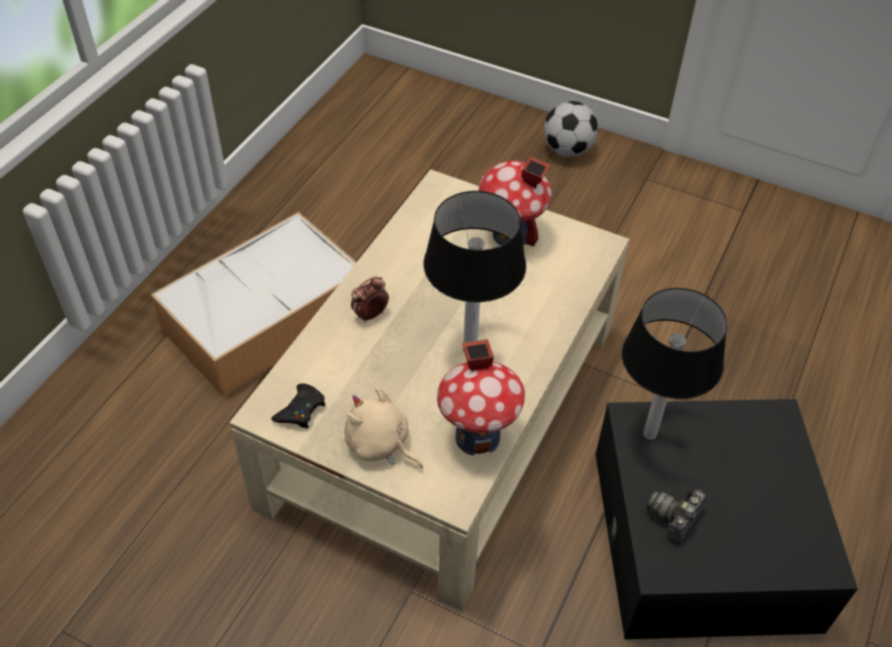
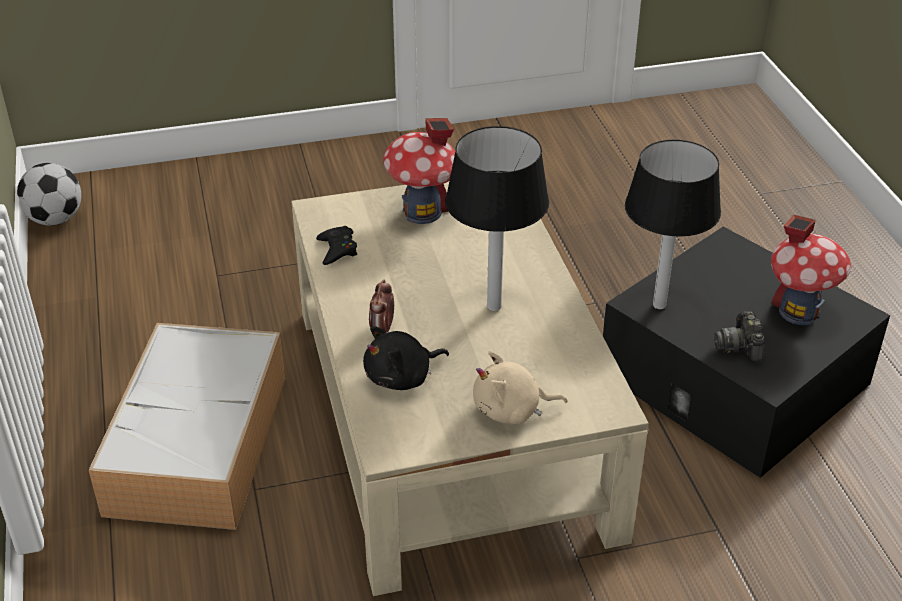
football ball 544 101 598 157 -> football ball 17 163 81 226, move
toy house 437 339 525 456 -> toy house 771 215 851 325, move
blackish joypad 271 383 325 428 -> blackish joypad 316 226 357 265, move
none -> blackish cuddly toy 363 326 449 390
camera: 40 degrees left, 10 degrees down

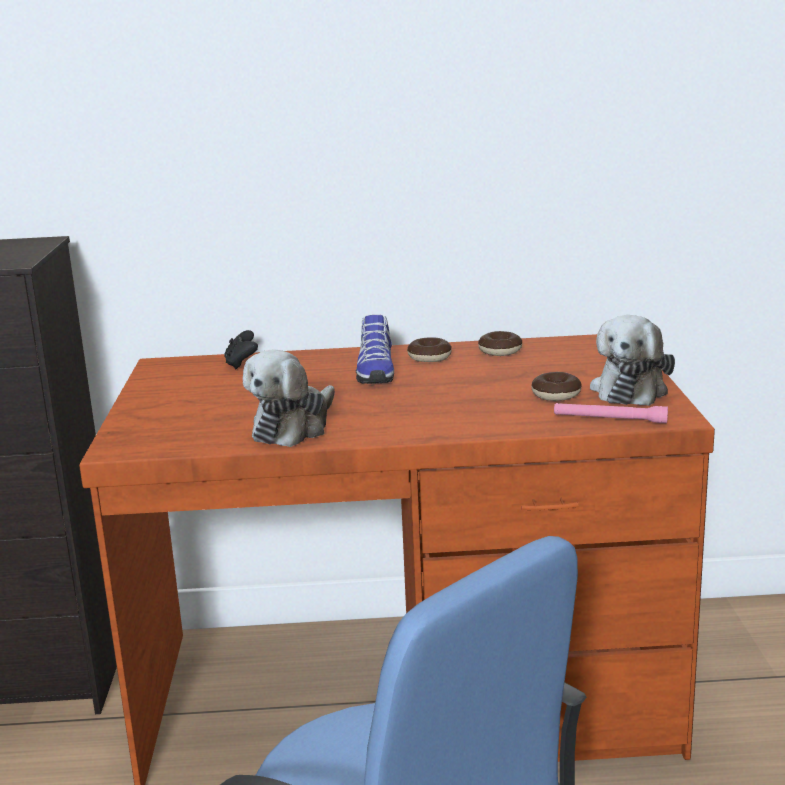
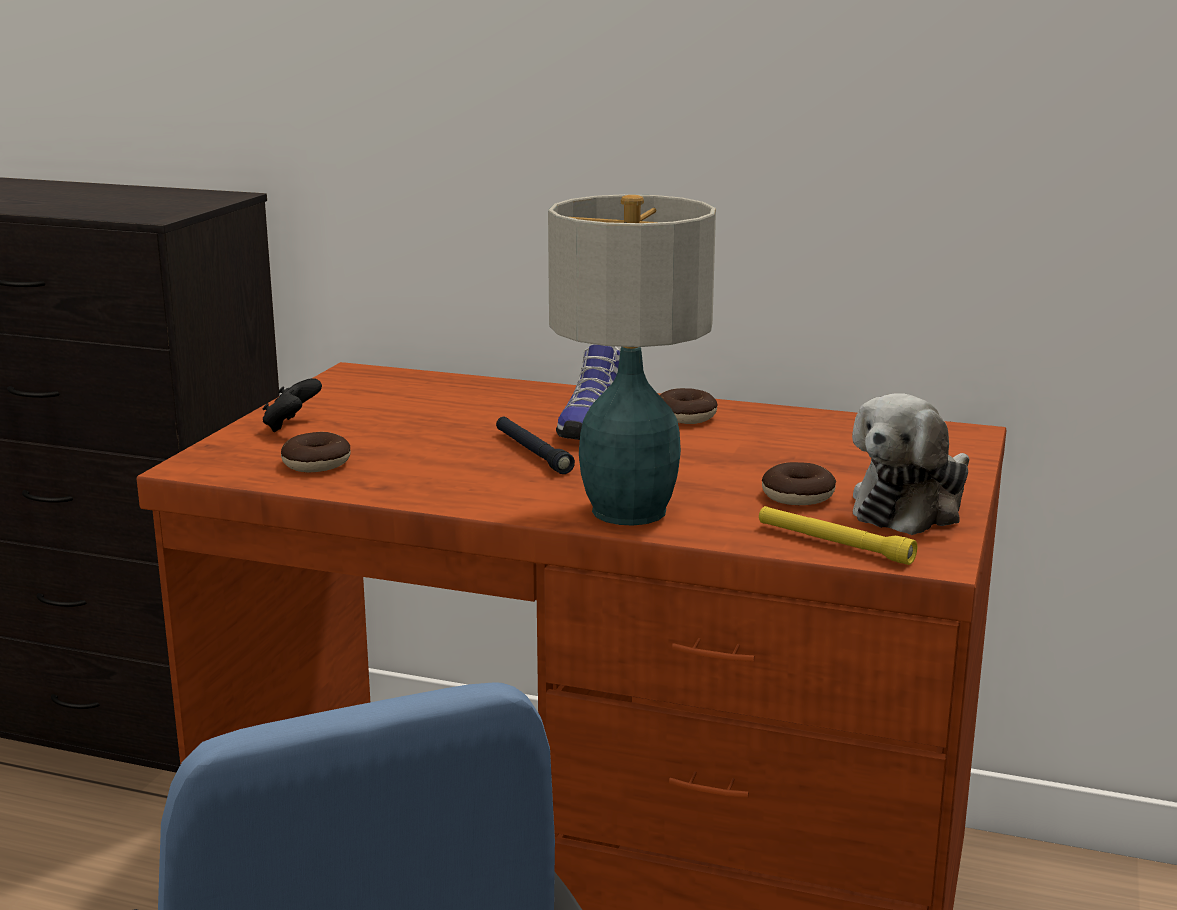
blackish joypad 224 330 258 369 -> blackish joypad 263 378 322 432, move
doughnut 478 331 522 356 -> doughnut 281 432 351 472, move
cuddly toy 243 349 335 447 -> none
pink hand torch 554 403 668 423 -> yellow-coloured hand torch 759 506 917 565
none -> tabletop lamp 548 194 716 526
none -> blackish hand torch 496 417 575 474
camera: 20 degrees right, 0 degrees up

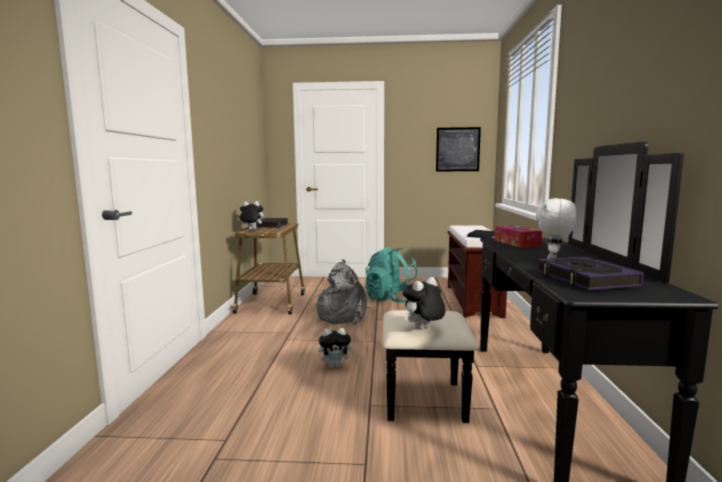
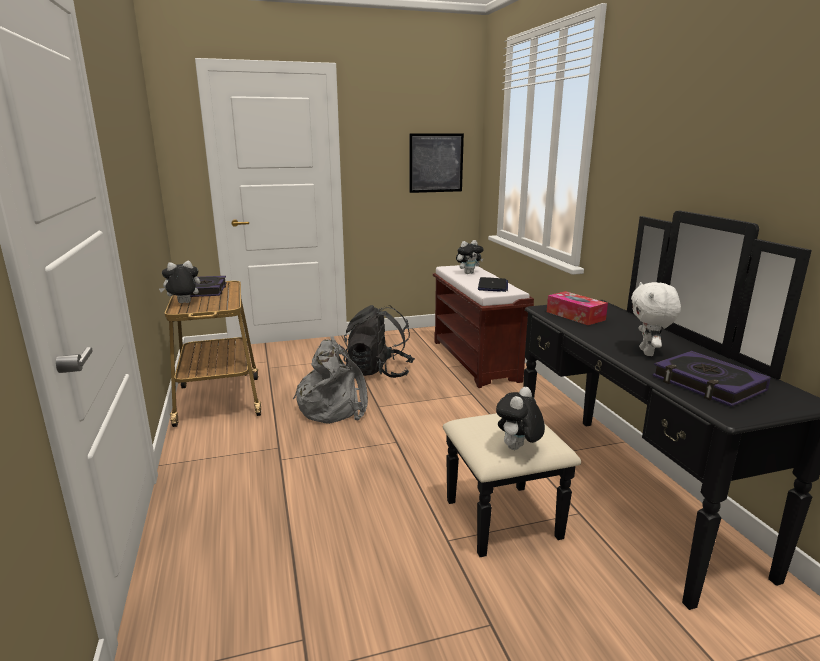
turquoise-coloured rucksack 365 247 417 303 -> blackish rucksack 344 305 415 378
cuddly toy 318 328 355 368 -> cuddly toy 456 240 483 274, move
camera: 20 degrees left, 10 degrees up

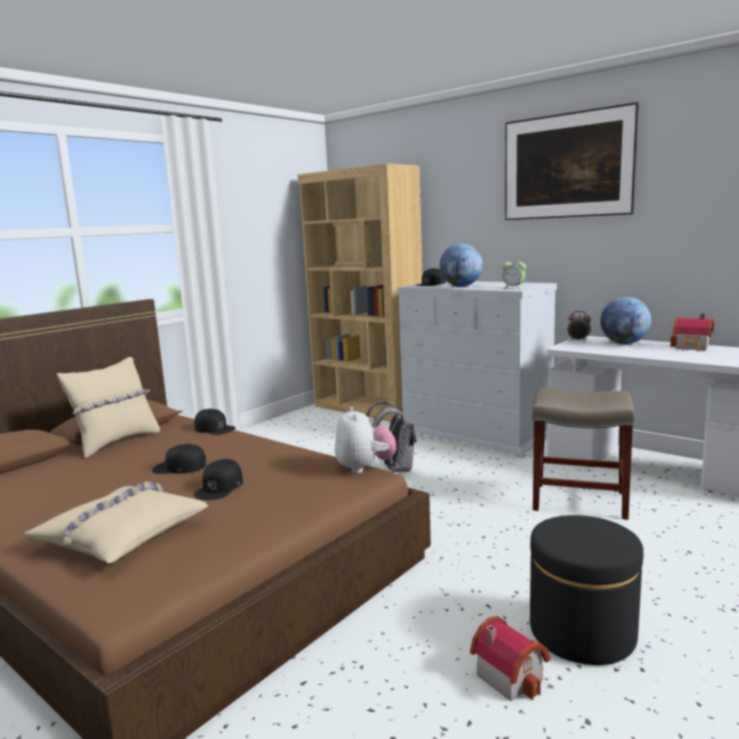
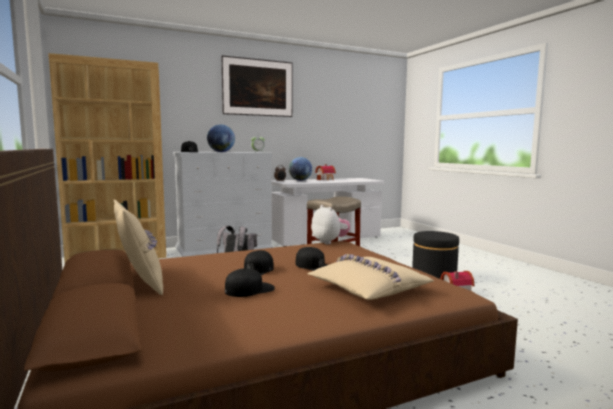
cuddly toy 335 406 397 474 -> cuddly toy 311 205 350 244, 45 degrees clockwise
blackish peaked cap 194 409 236 435 -> blackish peaked cap 225 268 275 297, move
camera: 65 degrees left, 5 degrees down

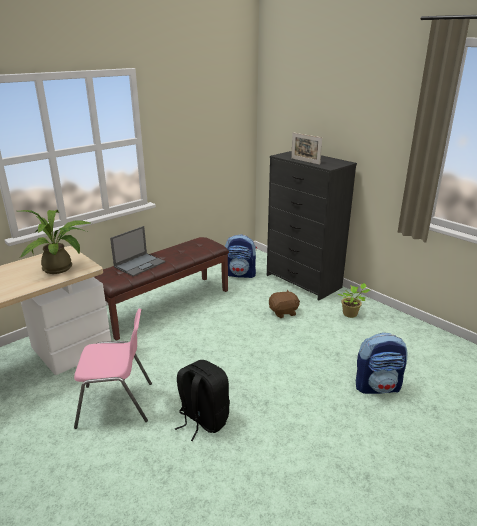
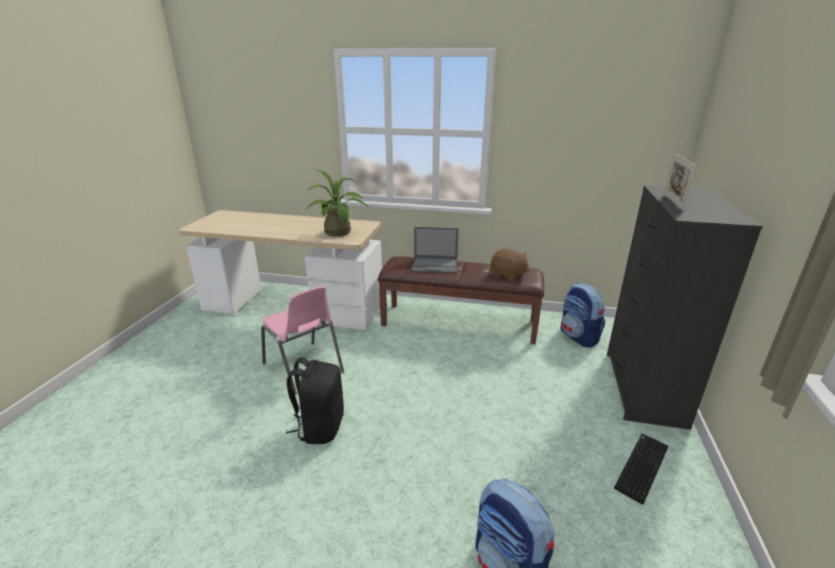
houseplant 337 283 370 318 -> PC keyboard 614 433 669 505
brownish cuddly toy 269 289 300 318 -> brownish cuddly toy 491 249 529 281, move
camera: 55 degrees right, 0 degrees up

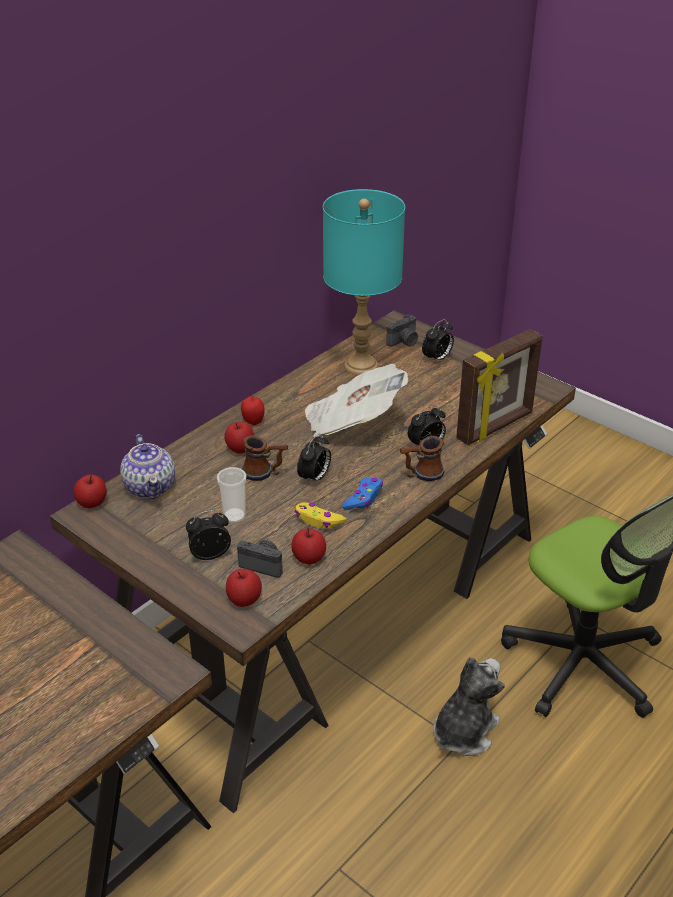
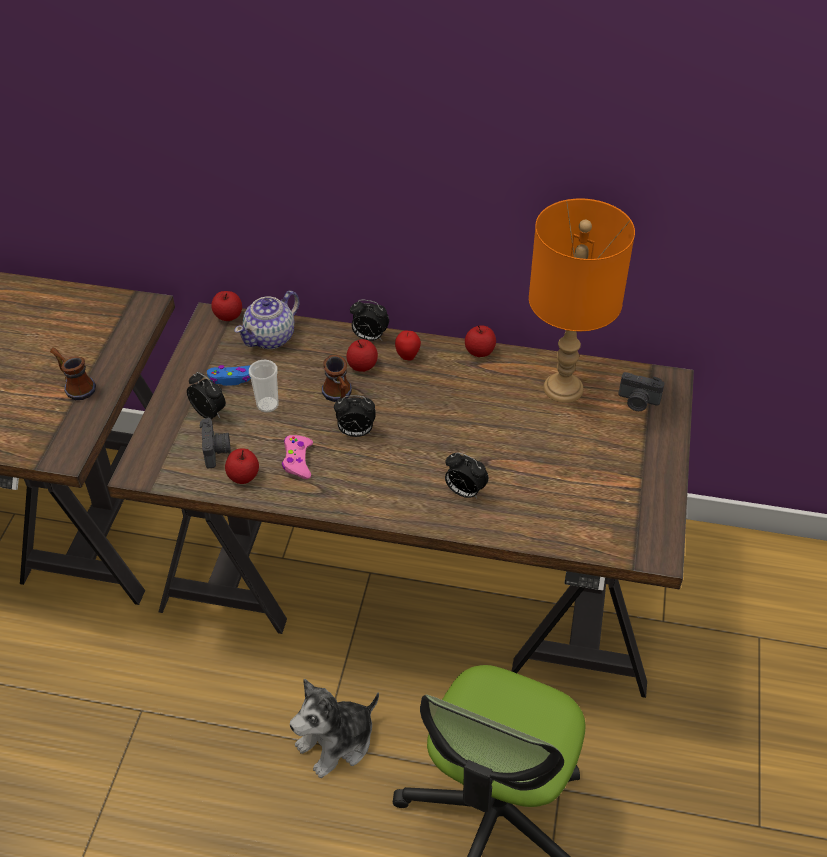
turquoise-coloured tabletop lamp 323 189 405 375 -> orange-coloured tabletop lamp 529 198 635 403
table clock 422 319 454 364 -> table clock 350 300 389 341, move
photo frame 456 329 543 445 -> none
daily paper 305 364 408 437 -> none
mug 400 436 445 481 -> mug 50 347 96 400, move
blue-coloured joypad 342 477 383 510 -> blue-coloured joypad 207 365 251 386, move
yellow-coloured joypad 295 502 346 529 -> pink joypad 282 435 313 479
apple fruit 226 569 262 607 -> apple fruit 465 325 496 357, move
cuddly toy 433 657 505 756 -> cuddly toy 290 679 379 778, 135 degrees clockwise
camera: 60 degrees right, 10 degrees up

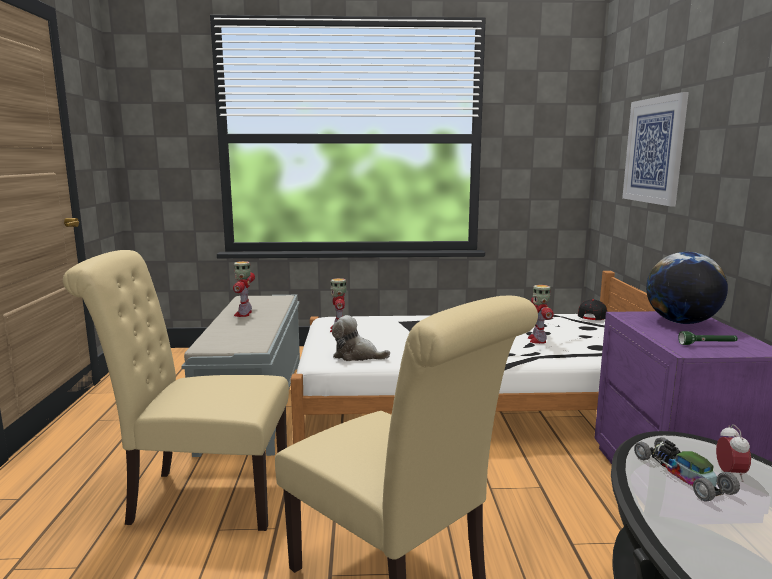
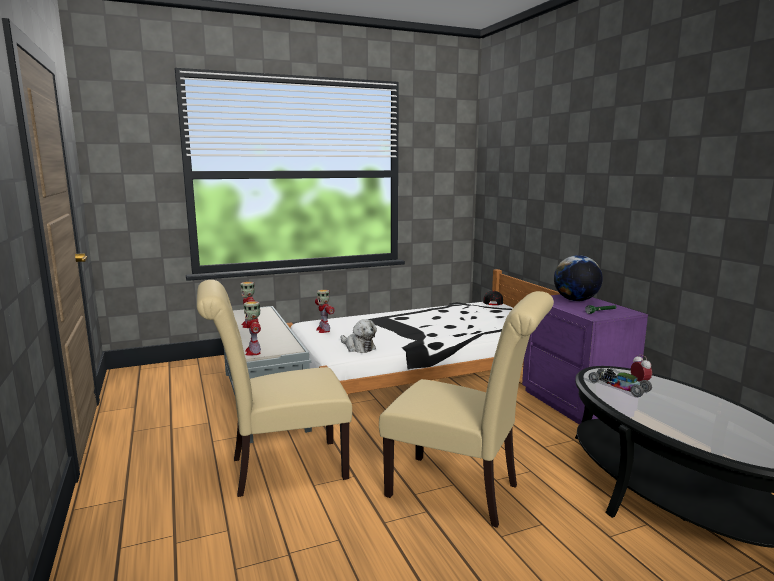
picture 622 92 689 206 -> none
toy robot 528 285 554 344 -> toy robot 243 301 261 356, move
cuddly toy 332 315 390 361 -> cuddly toy 340 319 377 353, 135 degrees counterclockwise
camera: 20 degrees left, 0 degrees up

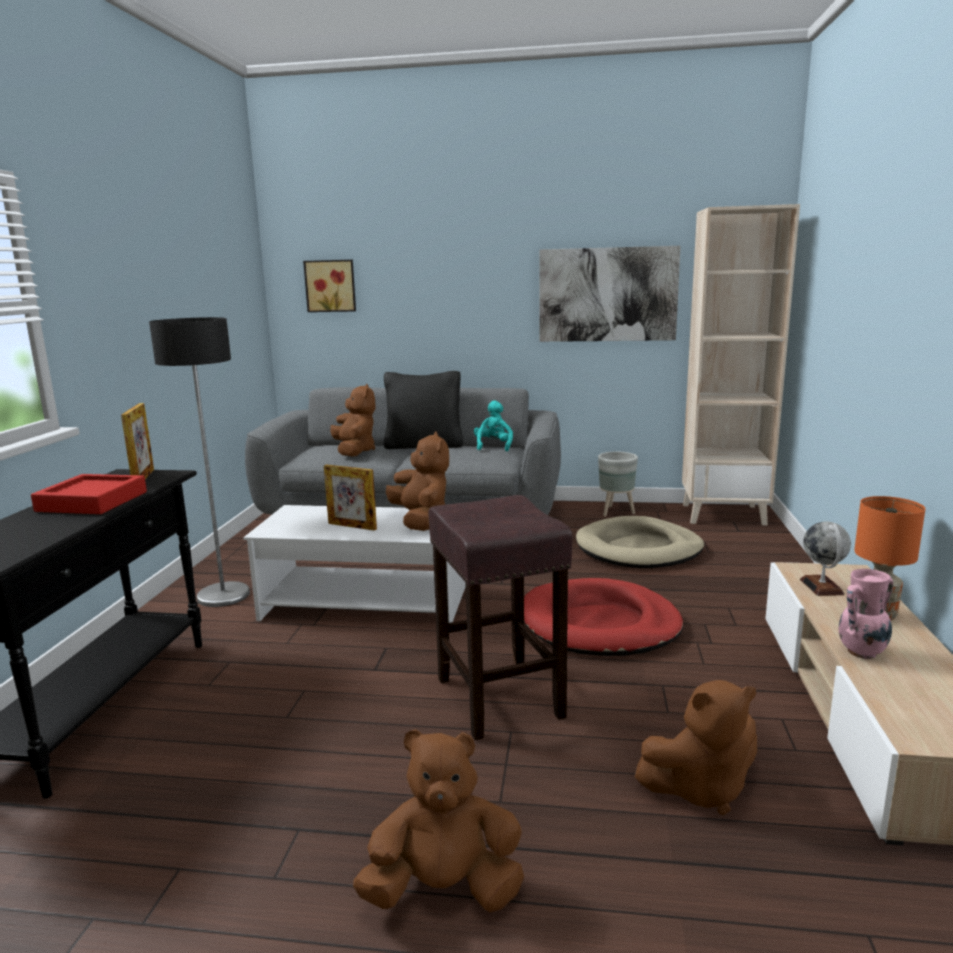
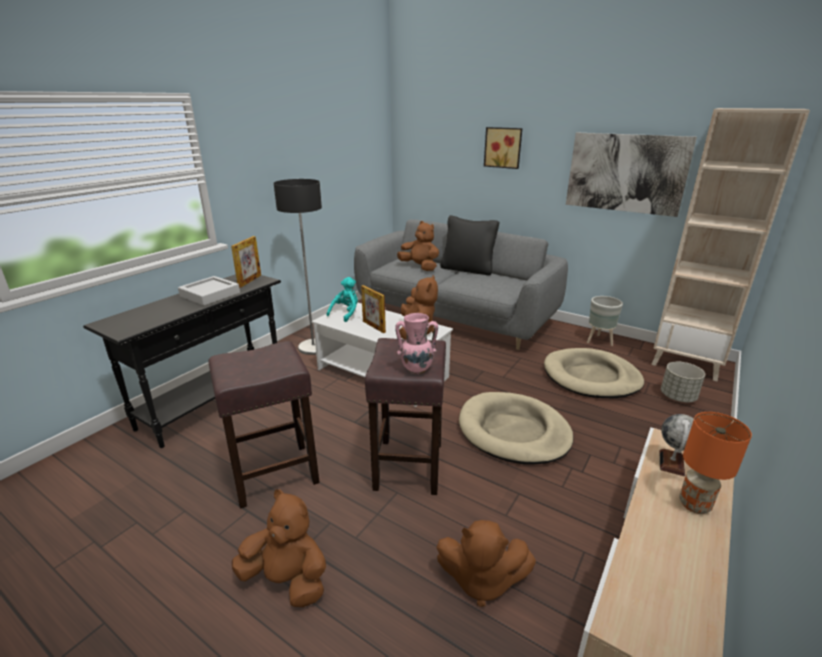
picture 303 260 356 312 -> picture 484 127 522 169, move
brownish cuddly toy 330 384 376 457 -> brownish cuddly toy 397 221 439 271, 60 degrees counterclockwise
turquoise-coloured cuddly toy 474 400 513 451 -> turquoise-coloured cuddly toy 326 277 358 322, move
red-coloured tray 31 474 147 514 -> gray tray 178 276 240 306
pink flower vase 839 569 893 659 -> pink flower vase 395 313 438 374, move
red-coloured dog bed 524 578 683 656 -> beige dog bed 459 392 574 465
none -> brownish stool 208 341 320 509
none -> gray plant pot 661 361 705 402
camera: 25 degrees right, 10 degrees up

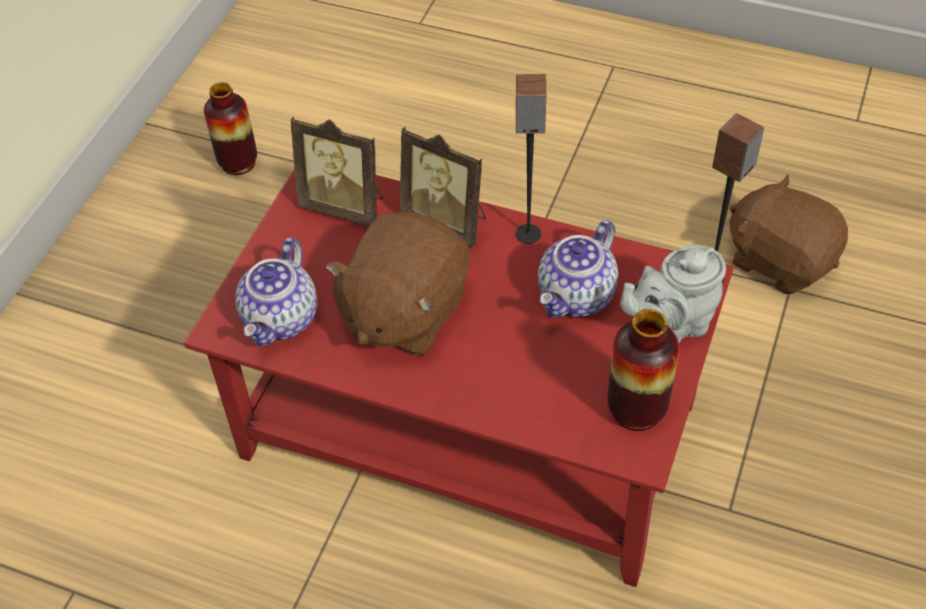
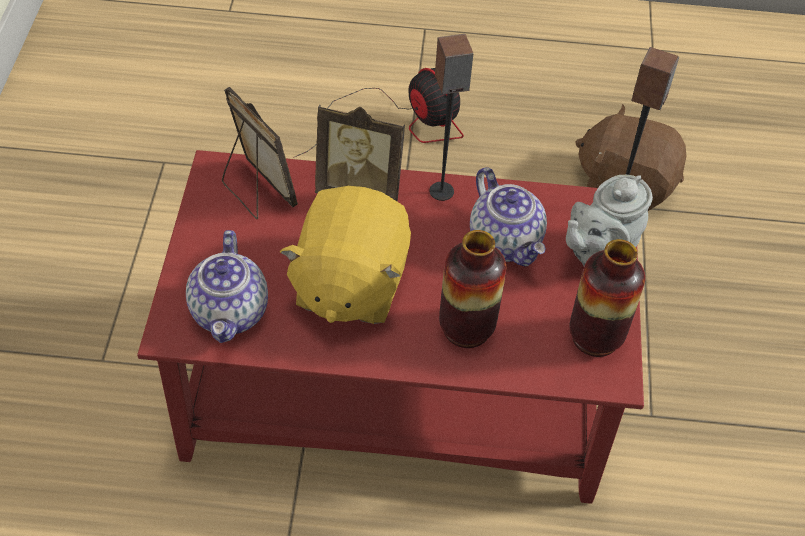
flower vase 204 82 257 175 -> flower vase 439 230 506 348, move
photo frame 291 116 383 226 -> photo frame 222 87 298 219, 135 degrees counterclockwise
brownish cuddly toy 325 212 470 355 -> yellow-coloured cuddly toy 280 186 411 324
tea pot 538 220 618 318 -> tea pot 470 167 547 267, 45 degrees counterclockwise
none -> cooling fan 293 68 464 158
camera: 20 degrees left, 0 degrees up

